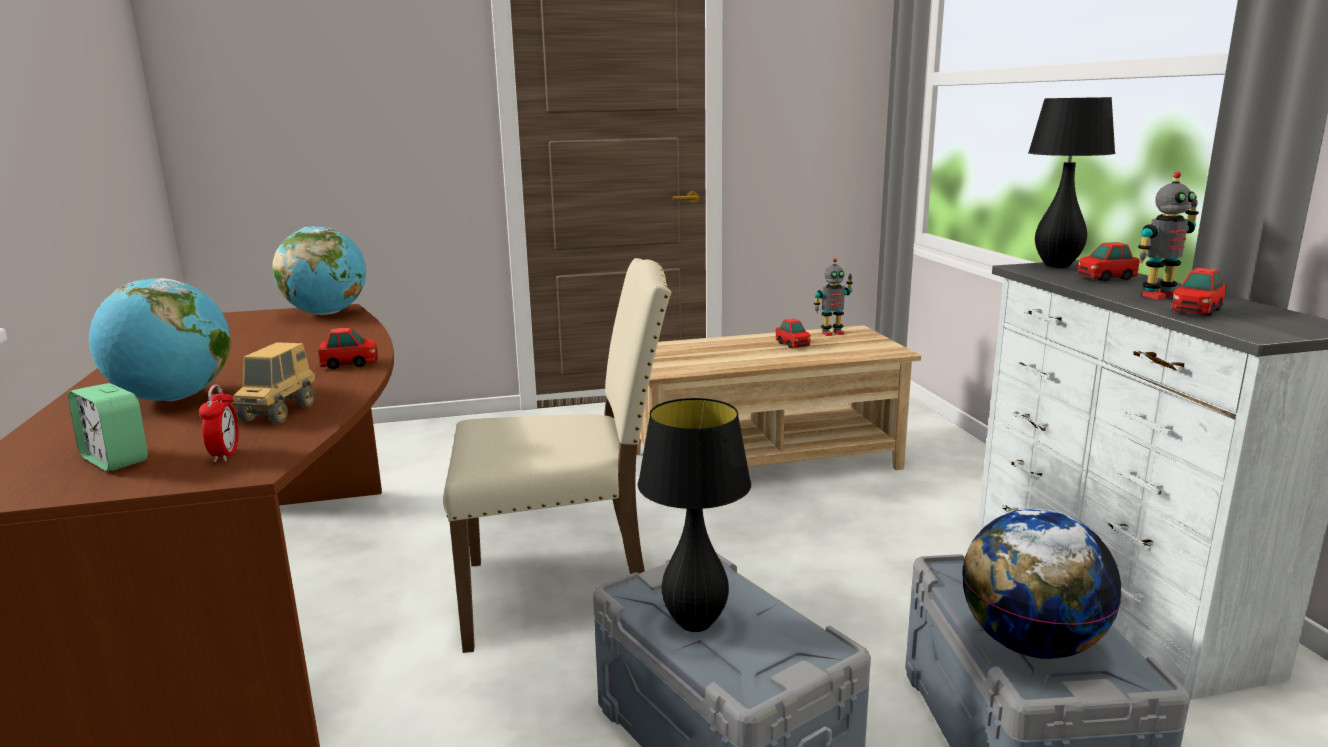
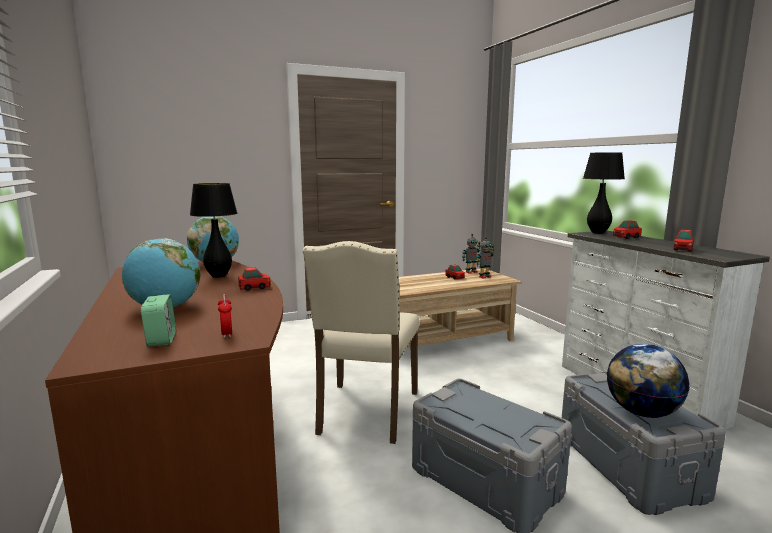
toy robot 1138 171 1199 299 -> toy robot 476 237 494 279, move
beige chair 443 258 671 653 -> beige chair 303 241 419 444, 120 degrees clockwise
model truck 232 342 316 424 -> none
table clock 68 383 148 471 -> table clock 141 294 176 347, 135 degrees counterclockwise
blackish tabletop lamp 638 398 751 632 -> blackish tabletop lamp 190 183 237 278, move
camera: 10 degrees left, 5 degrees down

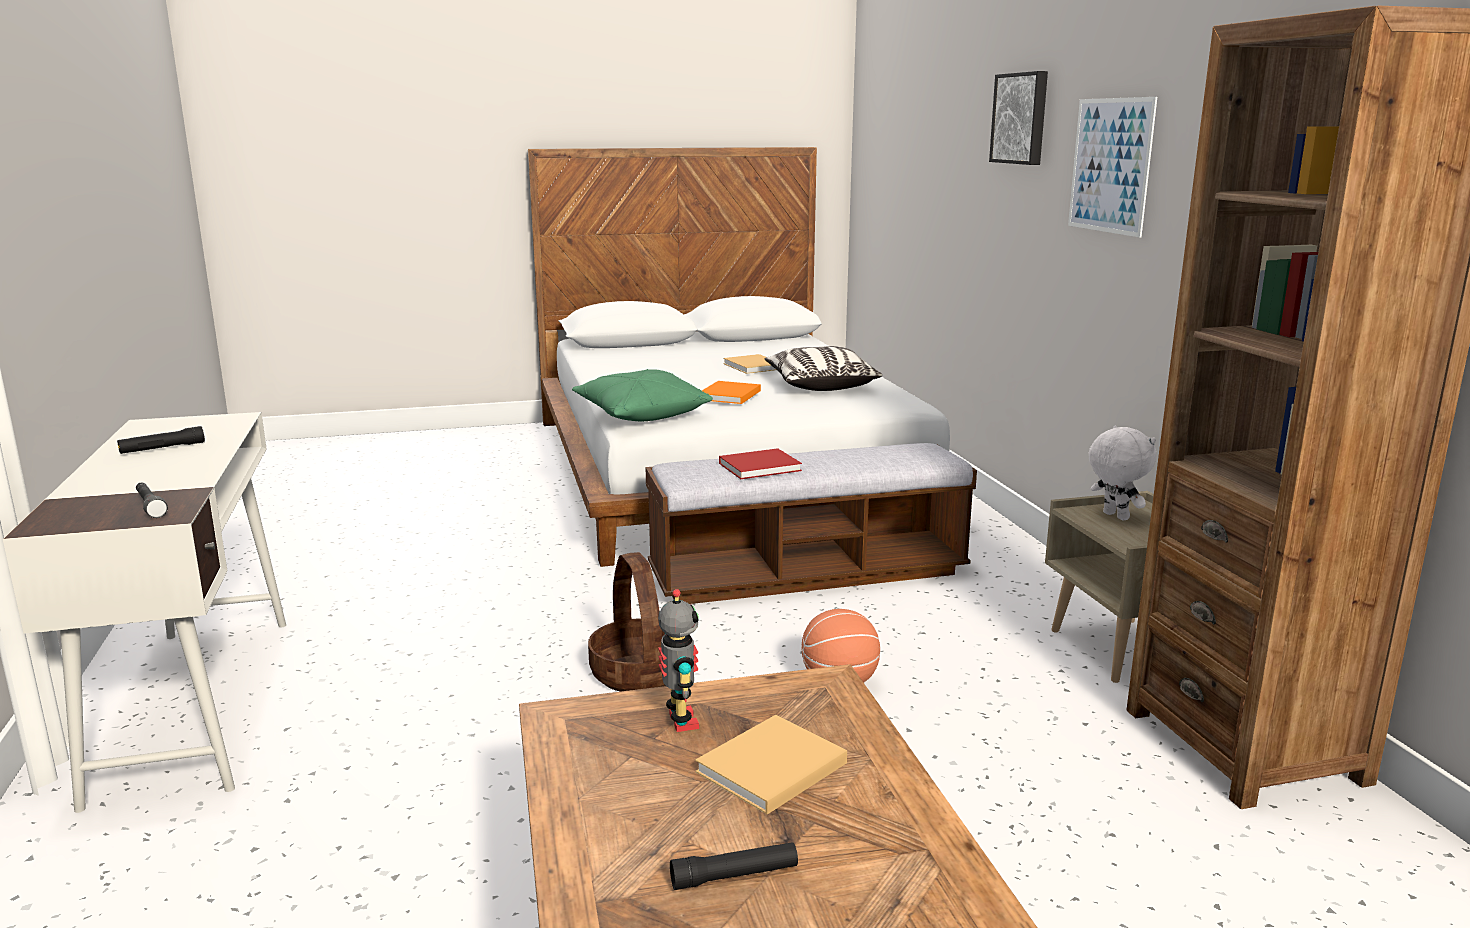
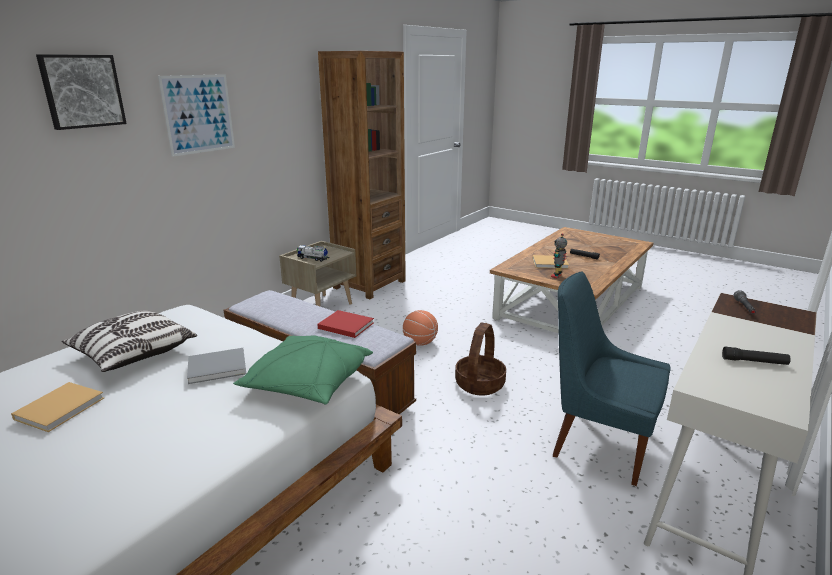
orange-coloured volume 702 381 761 404 -> gray volume 187 348 246 384
white-coloured cuddly toy 1088 426 1156 521 -> model truck 297 245 329 262
none -> blue-coloured chair 553 271 671 486
camera: 130 degrees left, 5 degrees up

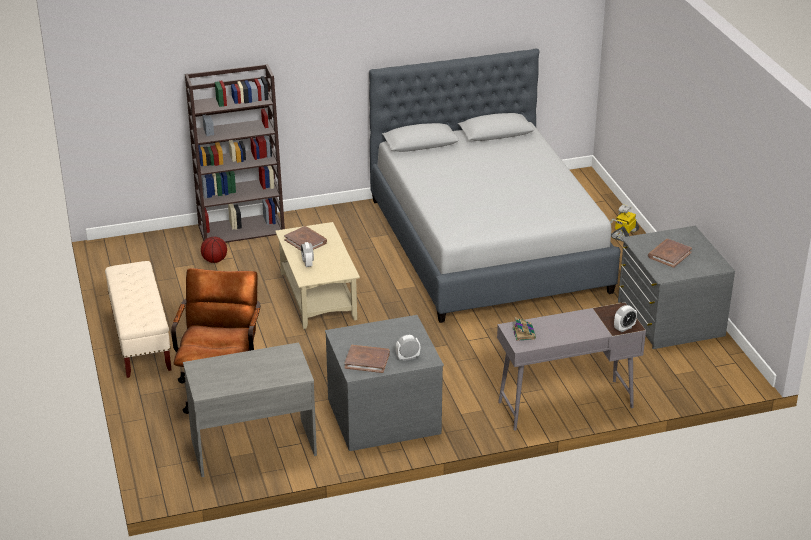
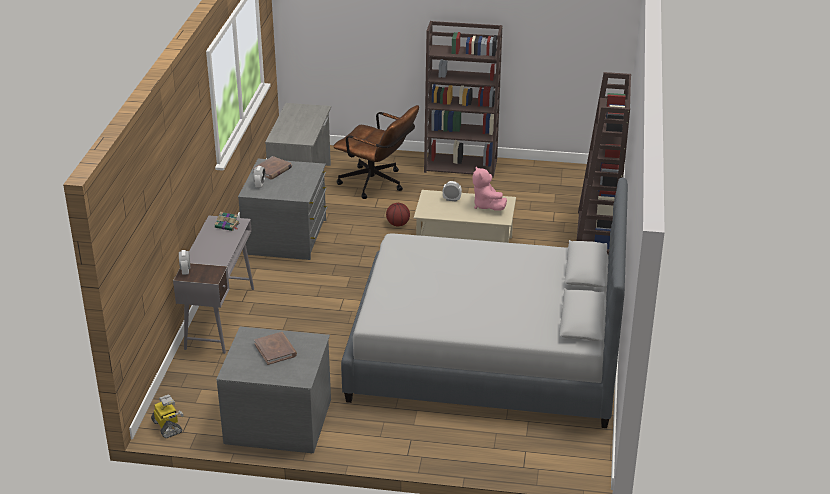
toy robot 610 205 639 242 -> toy robot 151 394 184 438, move
brownish volume 284 226 327 250 -> pink cuddly toy 472 166 507 211
ball for basketball 201 237 227 263 -> ball for basketball 386 203 410 226, move
beige long seat 105 261 171 378 -> brownish bookshelf 424 21 503 178
camera: 115 degrees right, 0 degrees up

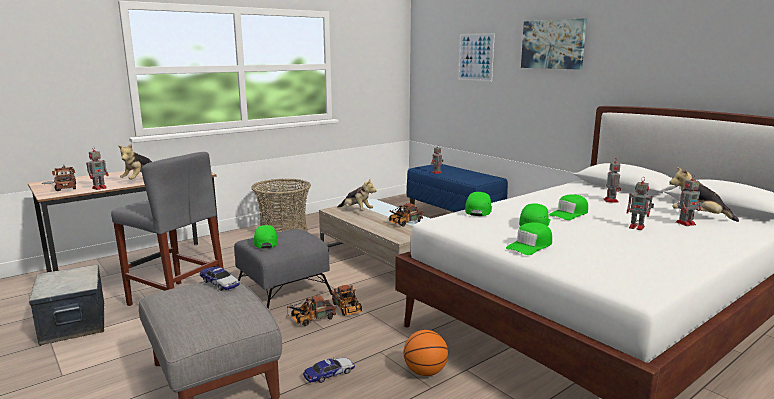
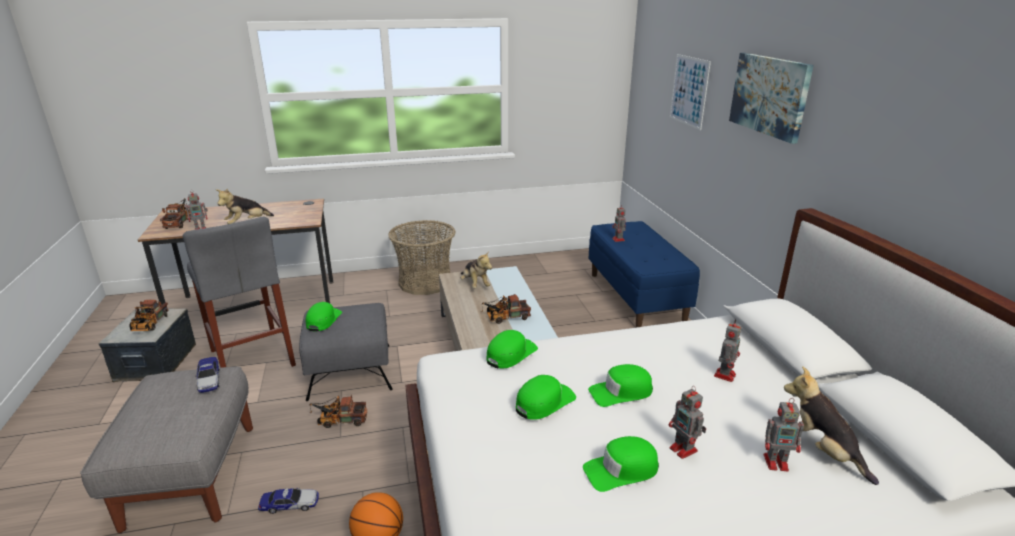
green peaked cap 506 222 552 255 -> green peaked cap 583 436 659 492, move
model truck 331 285 362 316 -> model truck 129 300 169 331, move
camera: 25 degrees right, 10 degrees up

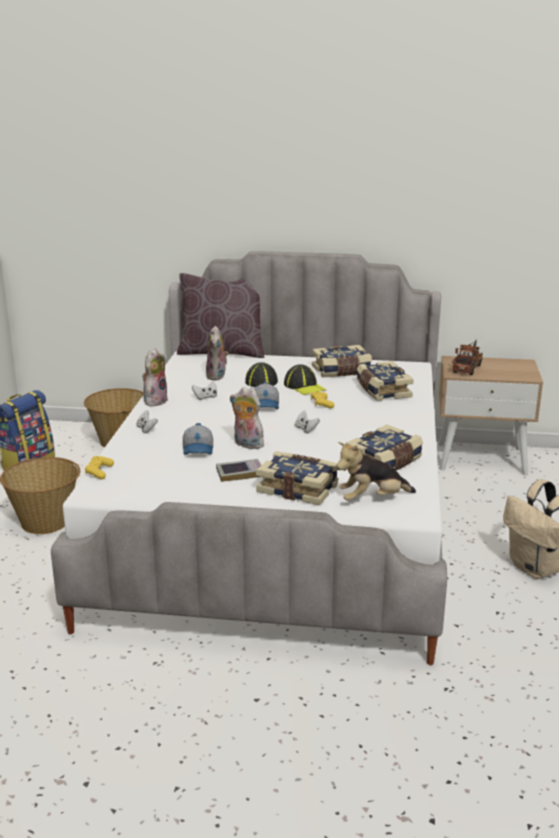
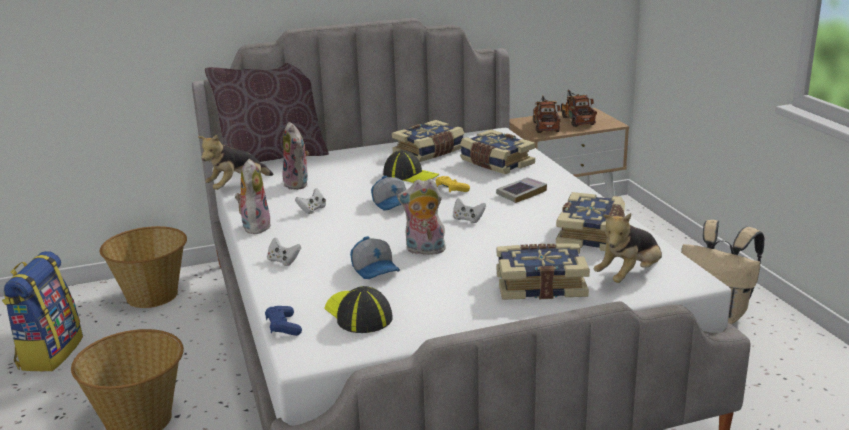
peaked cap 245 362 278 387 -> peaked cap 324 286 393 333, move
yellow-coloured joypad 85 456 114 479 -> blue-coloured joypad 265 306 302 336
volume 216 459 261 482 -> volume 496 178 547 203, move
none -> model truck 561 90 597 127
none -> cuddly toy 198 135 274 190
camera: 25 degrees left, 0 degrees up

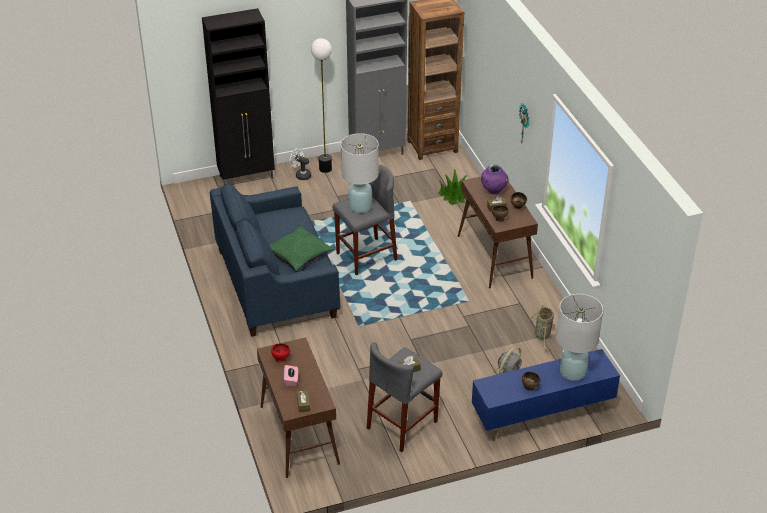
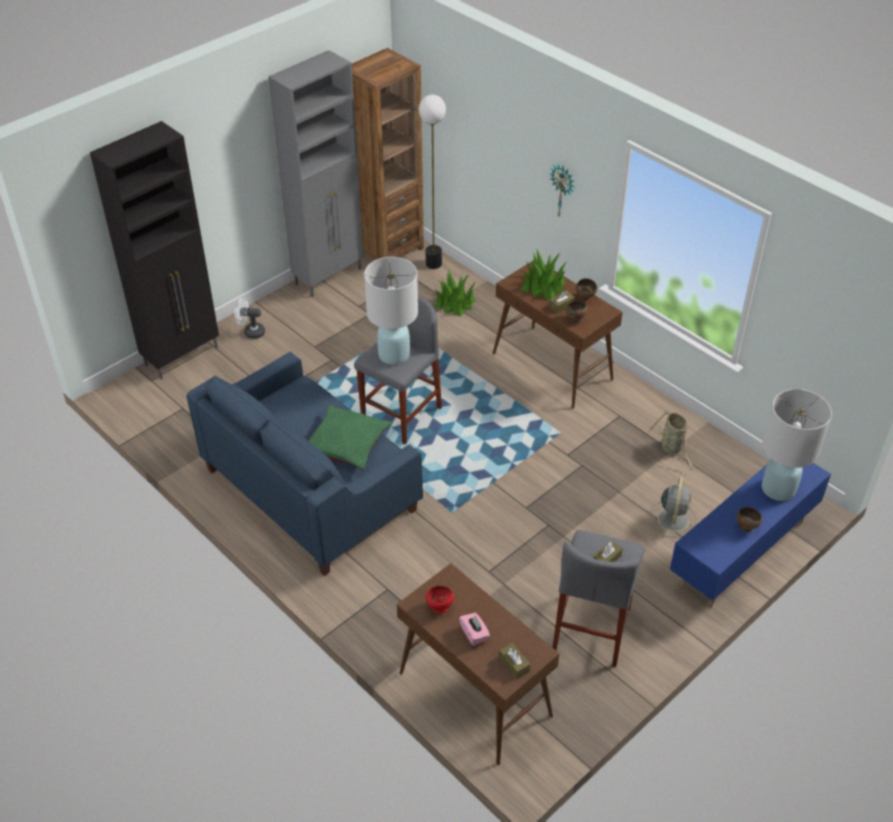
standard lamp 311 38 332 173 -> standard lamp 419 95 446 269, move
purple flower vase 481 165 509 194 -> houseplant 521 249 567 300
camera: 25 degrees left, 5 degrees up

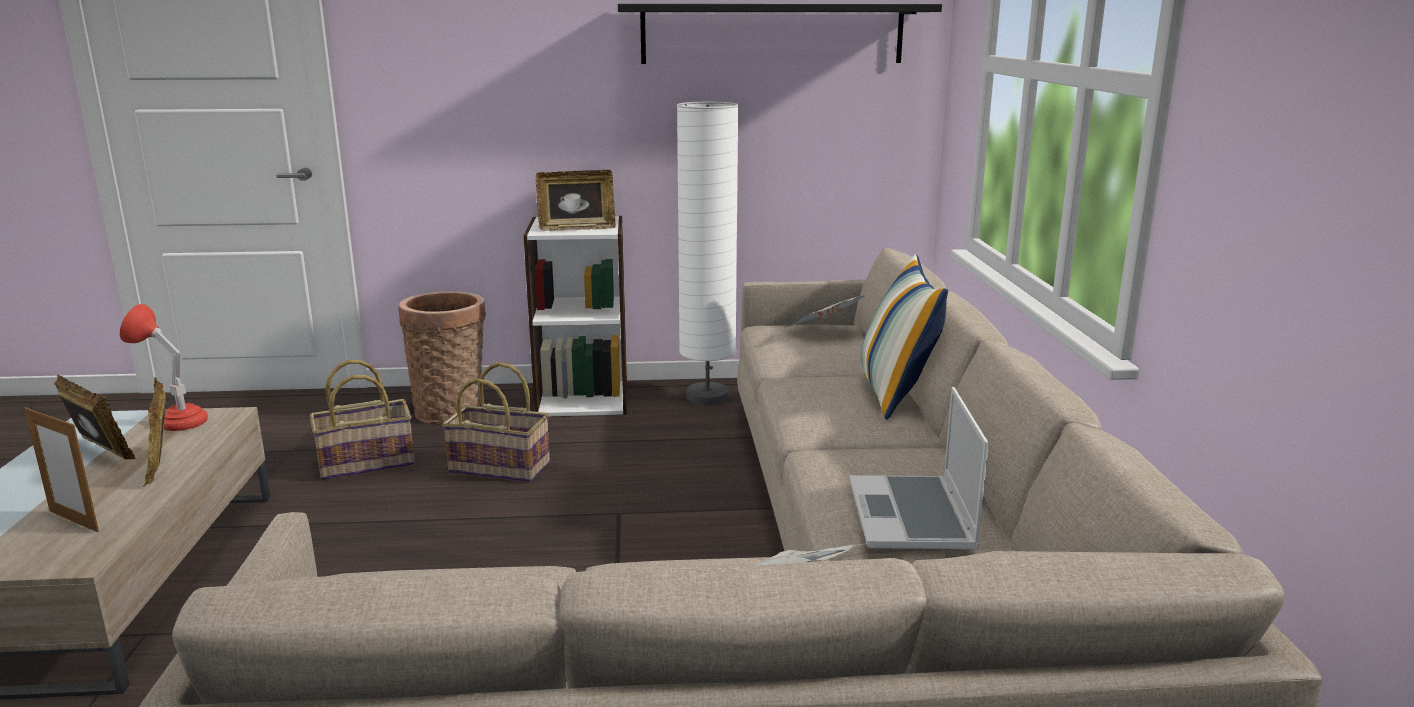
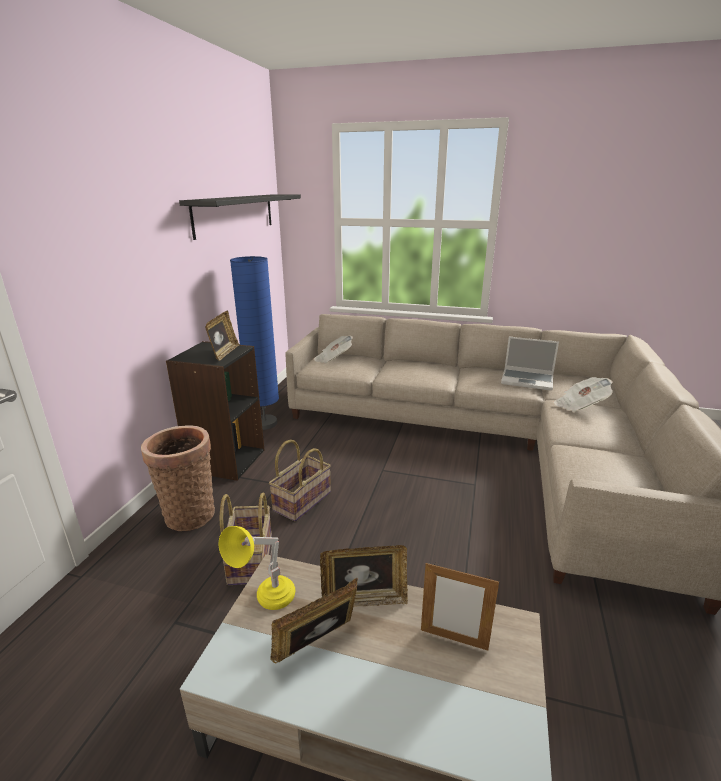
white-coloured standard lamp 677 102 739 405 -> blue-coloured standard lamp 230 256 279 430
white-coloured bookshelf 524 216 627 416 -> blackish bookshelf 166 341 265 481
pillow 862 254 948 420 -> none
red-coloured tabletop lamp 120 304 208 431 -> yellow-coloured tabletop lamp 219 526 295 610
photo frame 24 406 99 532 -> photo frame 421 563 499 651, 60 degrees clockwise
camera: 70 degrees left, 5 degrees up

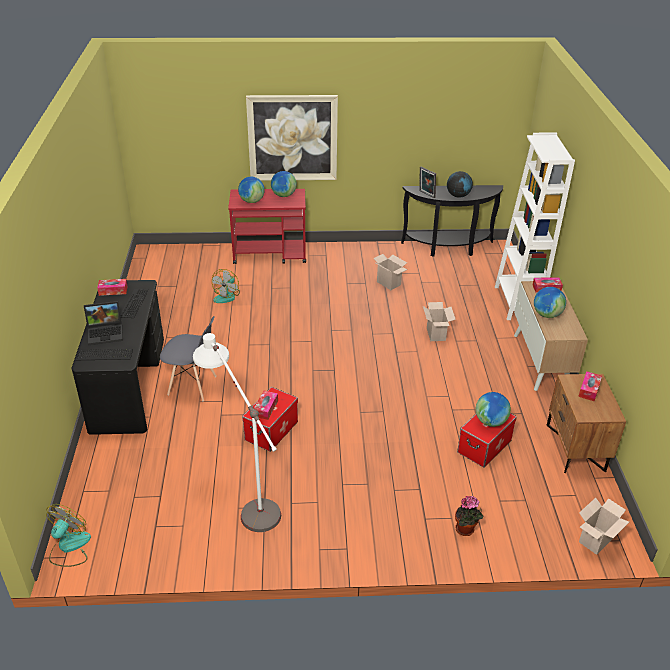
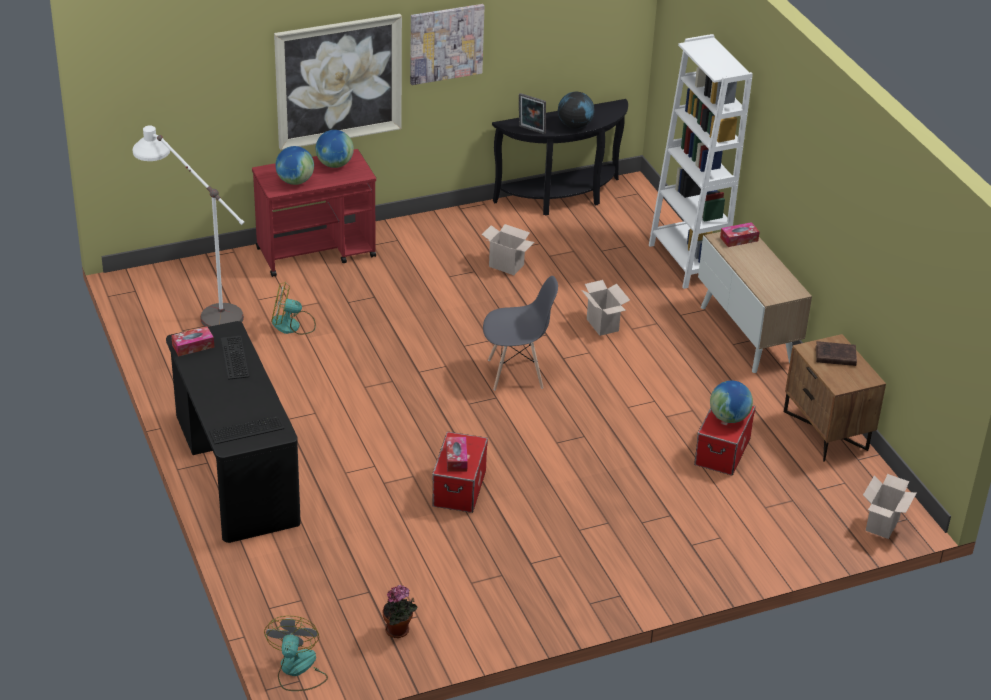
cooling fan 212 269 240 303 -> cooling fan 271 282 316 335, 90 degrees clockwise
world globe 534 287 566 318 -> none
portable computer 84 301 123 345 -> none
gray chair 160 316 217 401 -> gray chair 483 276 558 390, move
white-coloured standard lamp 193 333 281 532 -> white-coloured standard lamp 133 125 244 327, move
box of tissues 578 371 602 401 -> brownish volume 816 341 857 366
houseplant 455 496 483 536 -> houseplant 383 585 417 638, move
none -> picture 410 4 485 85
camera: 20 degrees left, 0 degrees up

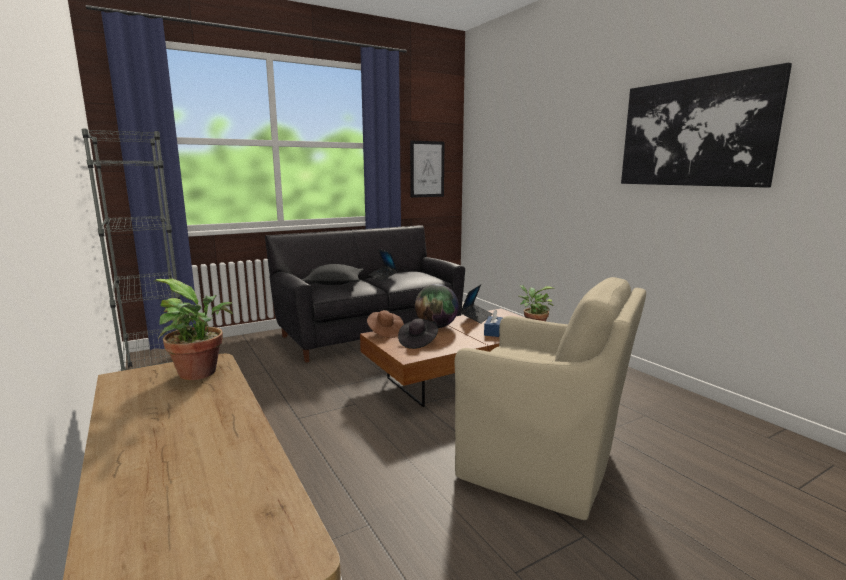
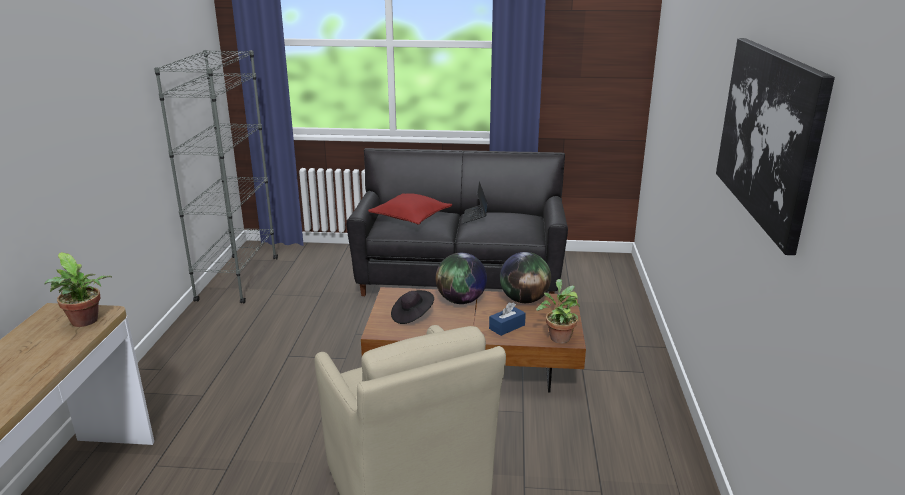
picture 410 141 444 198 -> none
blackish pillow 302 264 364 285 -> red-coloured pillow 368 193 453 225
portable computer 460 285 492 324 -> world globe 500 252 551 303
brownish clothing hat 367 310 404 338 -> none
camera: 35 degrees right, 10 degrees up

